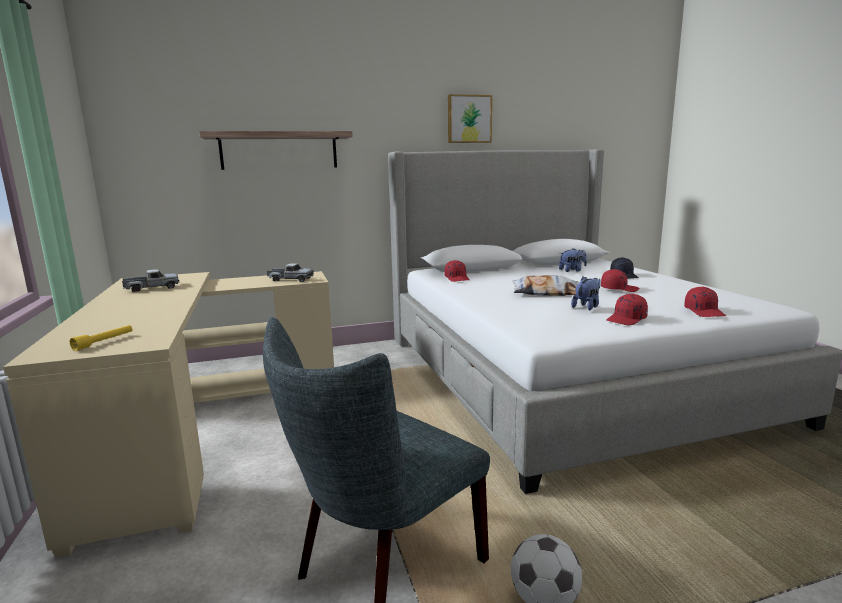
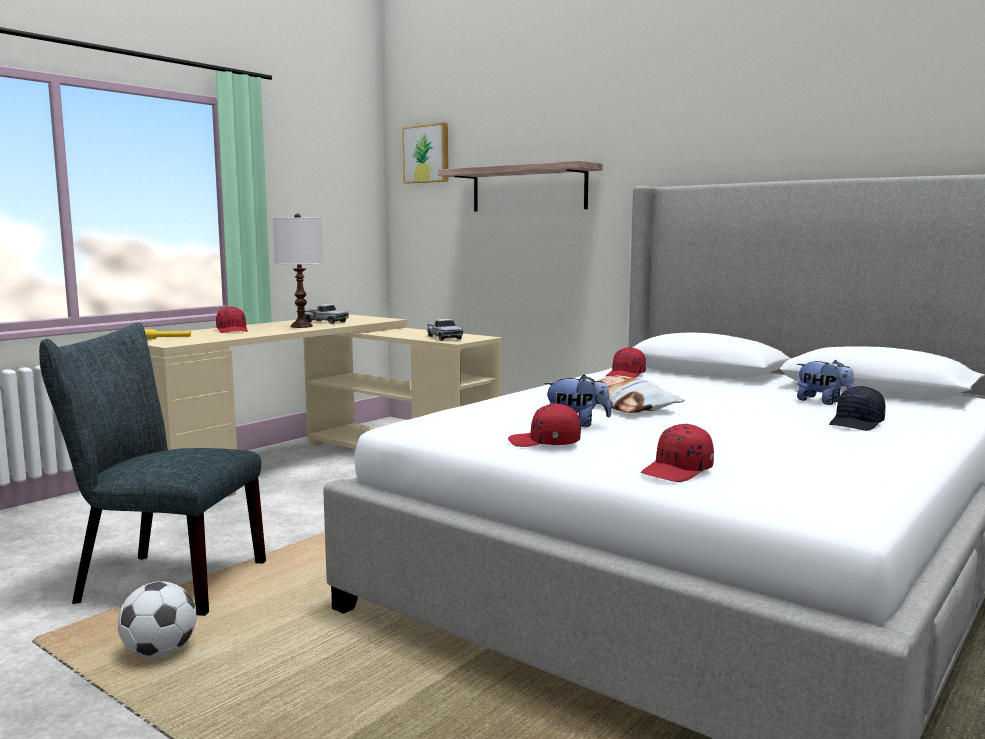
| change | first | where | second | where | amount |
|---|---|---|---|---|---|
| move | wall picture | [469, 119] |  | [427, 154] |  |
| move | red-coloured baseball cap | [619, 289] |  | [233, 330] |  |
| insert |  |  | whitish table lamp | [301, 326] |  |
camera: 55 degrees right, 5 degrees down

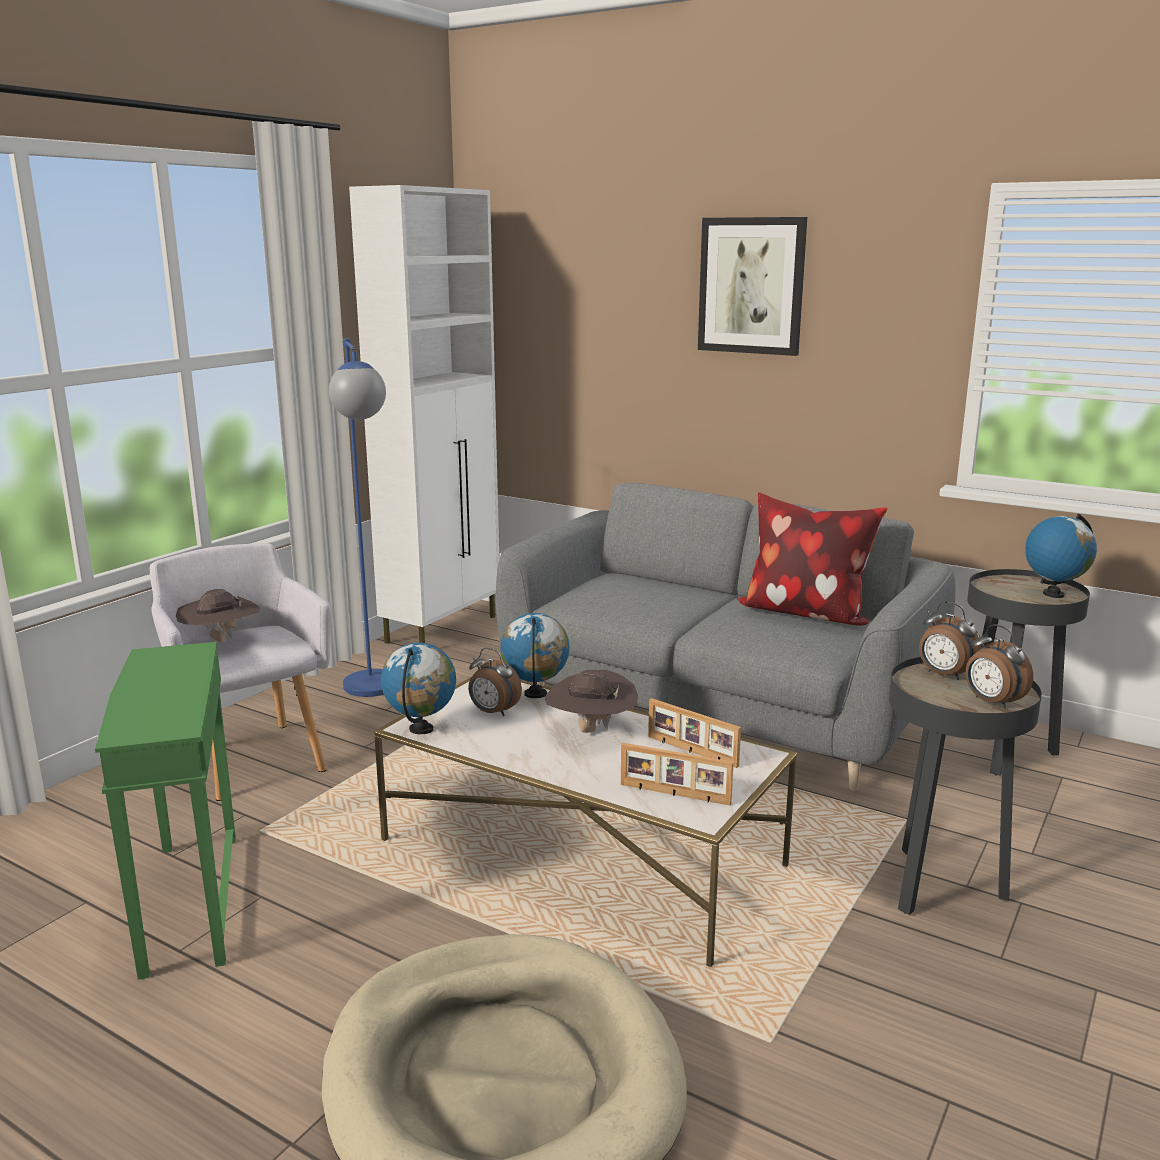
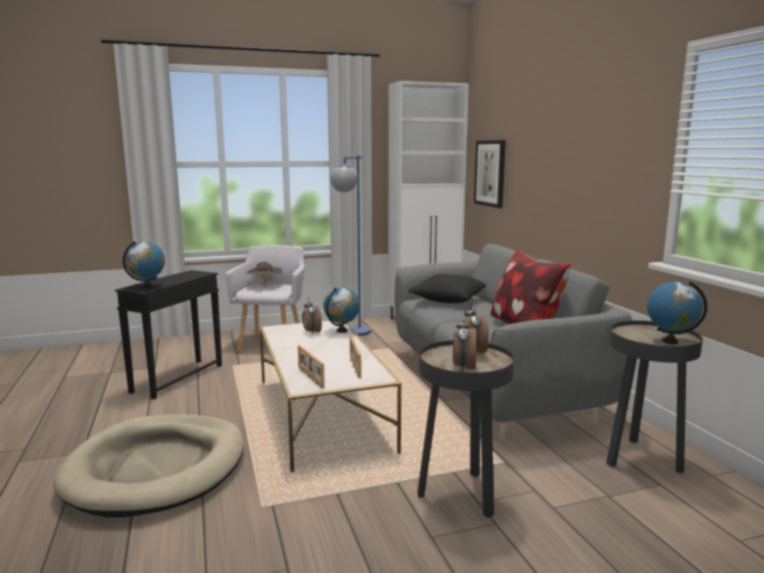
| change | first | where | second | where | amount |
|---|---|---|---|---|---|
| move | wall picture | [751, 286] |  | [490, 173] |  |
| recolor | green accent table | [190, 902] | black accent table | [177, 378] |  |
| move | desk globe | [421, 729] |  | [147, 287] |  |
| delete | brown-coloured clothing hat | [591, 731] |  |  |  |
| insert |  |  | black cushion | [449, 299] |  |
camera: 40 degrees right, 5 degrees down

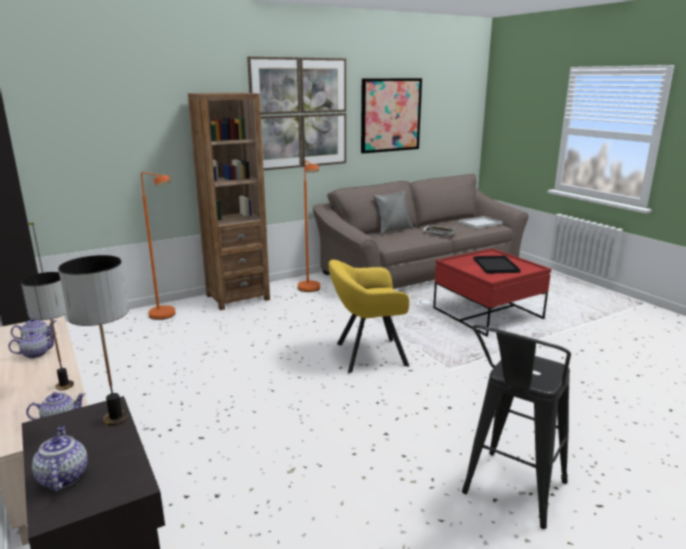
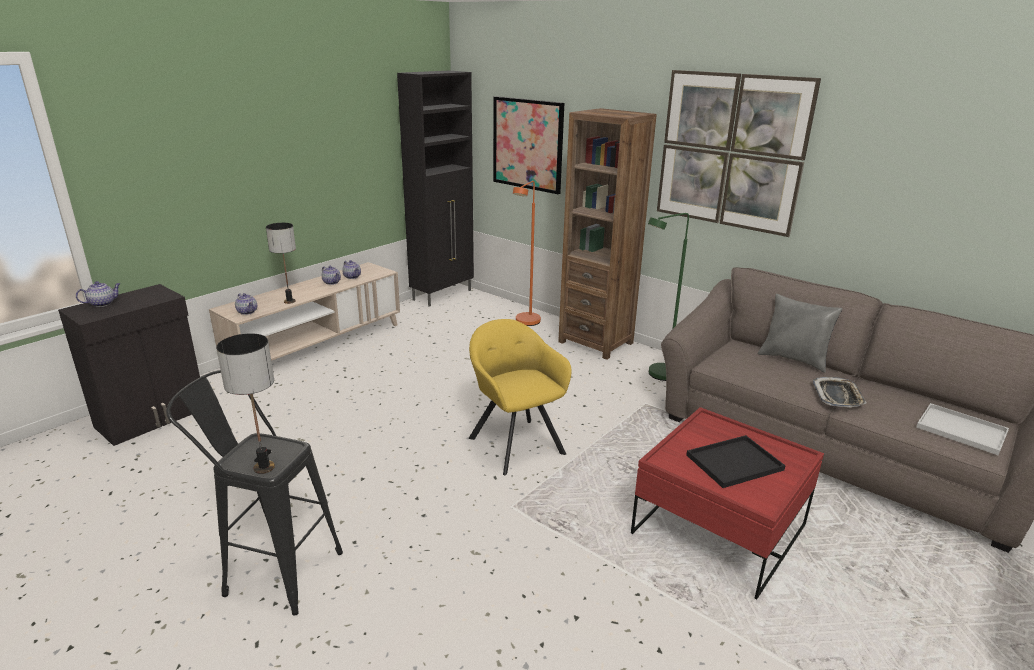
| change | first | where | second | where | amount |
|---|---|---|---|---|---|
| move | wall picture | [390, 115] |  | [527, 144] |  |
| recolor | orange floor lamp | [310, 290] | green floor lamp | [657, 376] |  |
| move | table lamp | [116, 419] |  | [264, 468] |  |
camera: 70 degrees right, 5 degrees up

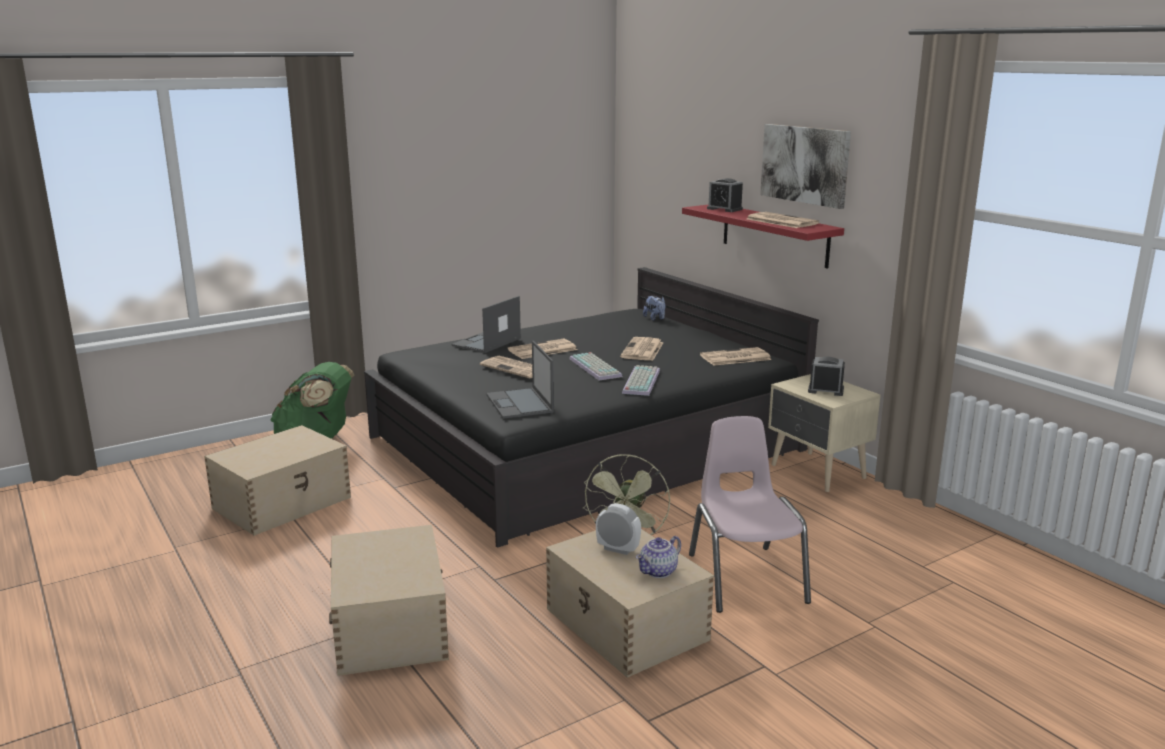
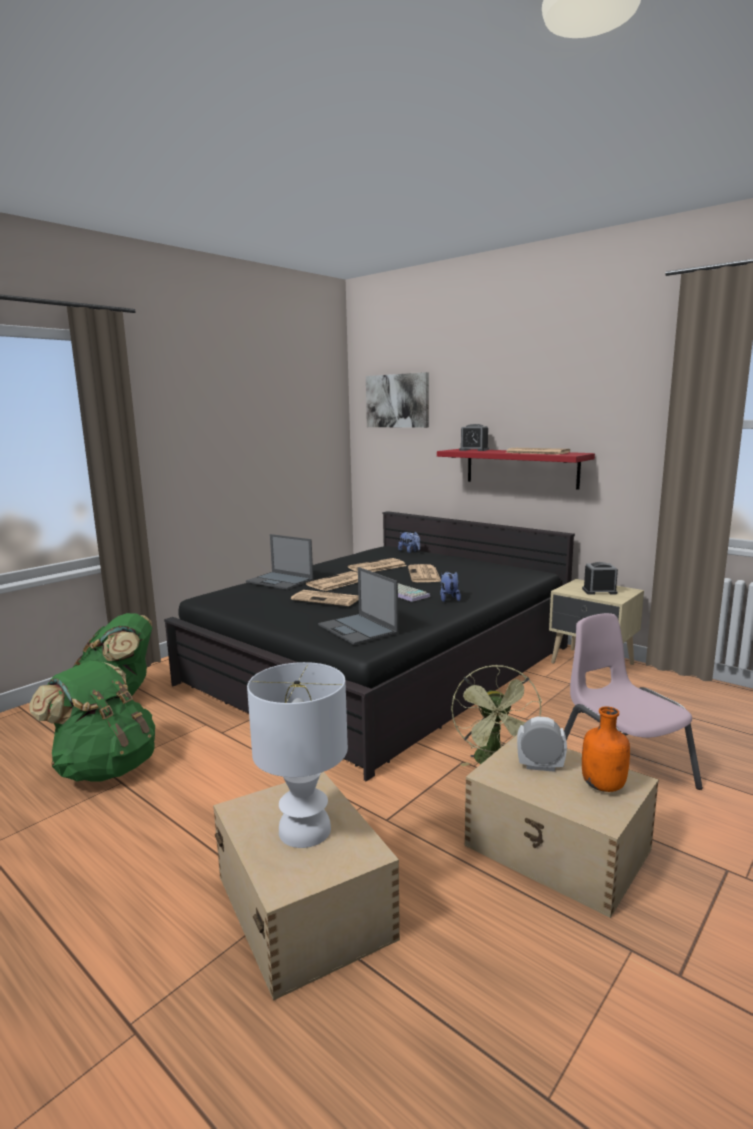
| change | first | where | second | where | amount |
|---|---|---|---|---|---|
| move | wall picture | [805, 164] |  | [397, 401] |  |
| rotate | portable computer | [486, 342] |  | [280, 581] | 75 degrees counterclockwise |
| move | printed paper | [734, 358] |  | [376, 567] |  |
| replace | keyboard | [640, 381] | soft toy | [449, 598] |  |
| replace | beige-coloured storage container | [283, 502] | green knapsack | [106, 768] |  |
| replace | tea pot | [658, 572] | orange drink bottle | [604, 786] |  |
| insert |  |  | whitish table lamp | [305, 831] |  |
camera: 15 degrees left, 5 degrees down

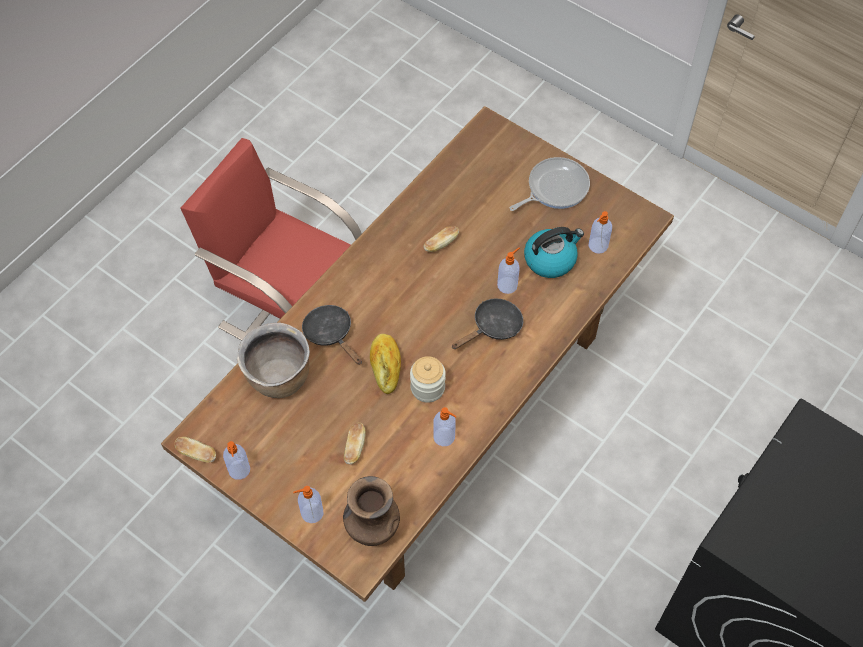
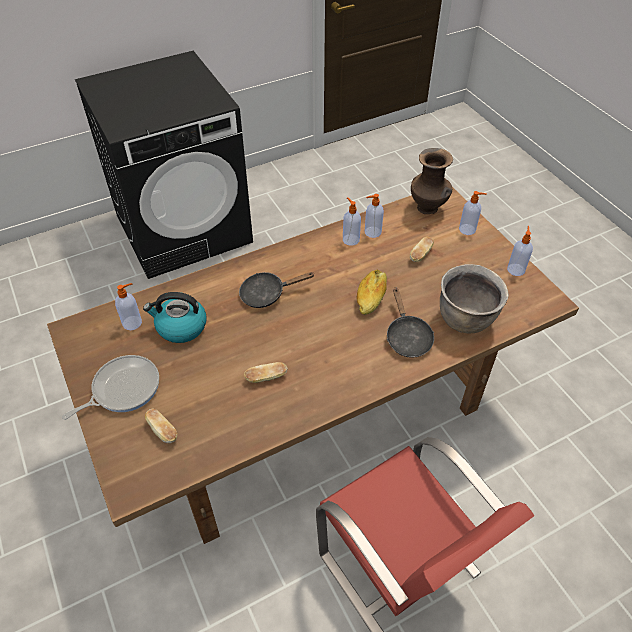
| change | first | where | second | where | amount |
|---|---|---|---|---|---|
| rotate | pan | [554, 188] |  | [122, 389] | 150 degrees clockwise |
| move | soap bottle | [508, 285] |  | [372, 232] |  |
| delete | storage jar | [427, 387] |  |  |  |
| move | bread | [197, 454] |  | [163, 430] |  |
camera: 155 degrees left, 10 degrees down

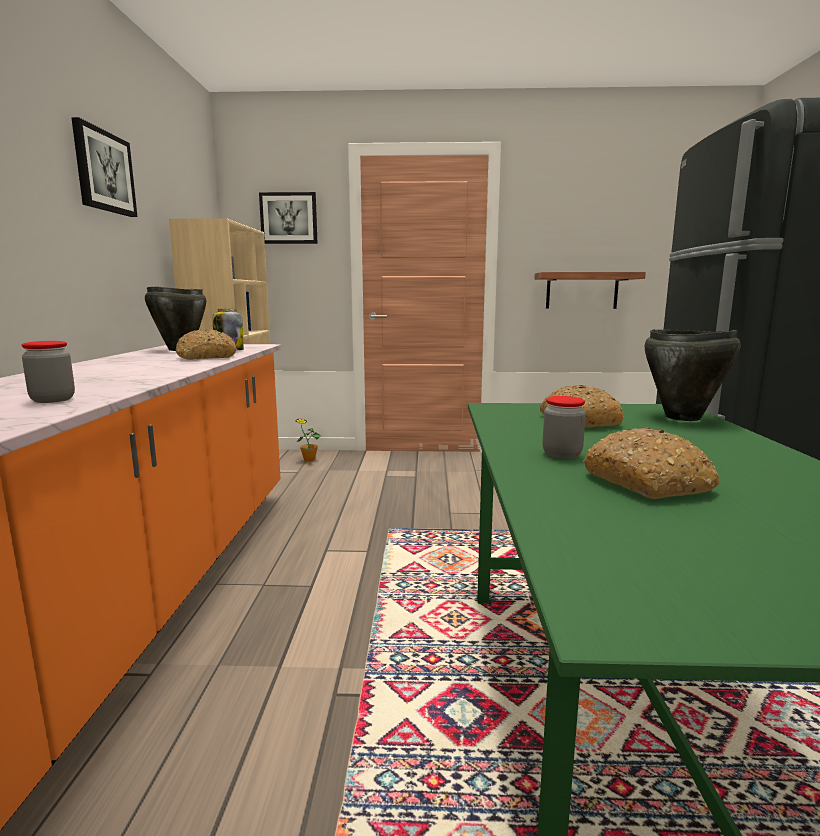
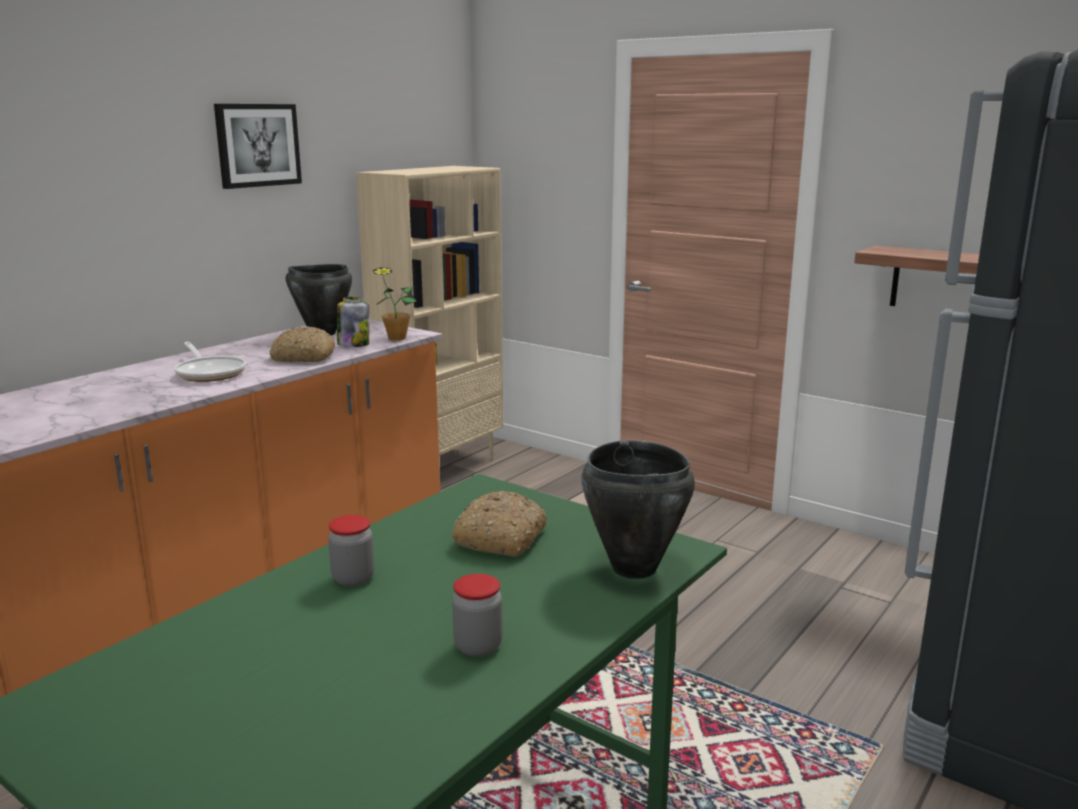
| change | first | where | second | where | amount |
|---|---|---|---|---|---|
| delete | wall picture | [289, 218] |  |  |  |
| move | storage jar | [53, 400] |  | [478, 646] |  |
| move | houseplant | [309, 460] |  | [396, 338] |  |
| delete | bread | [648, 482] |  |  |  |
| insert |  |  | pan | [209, 373] |  |
camera: 35 degrees right, 5 degrees up

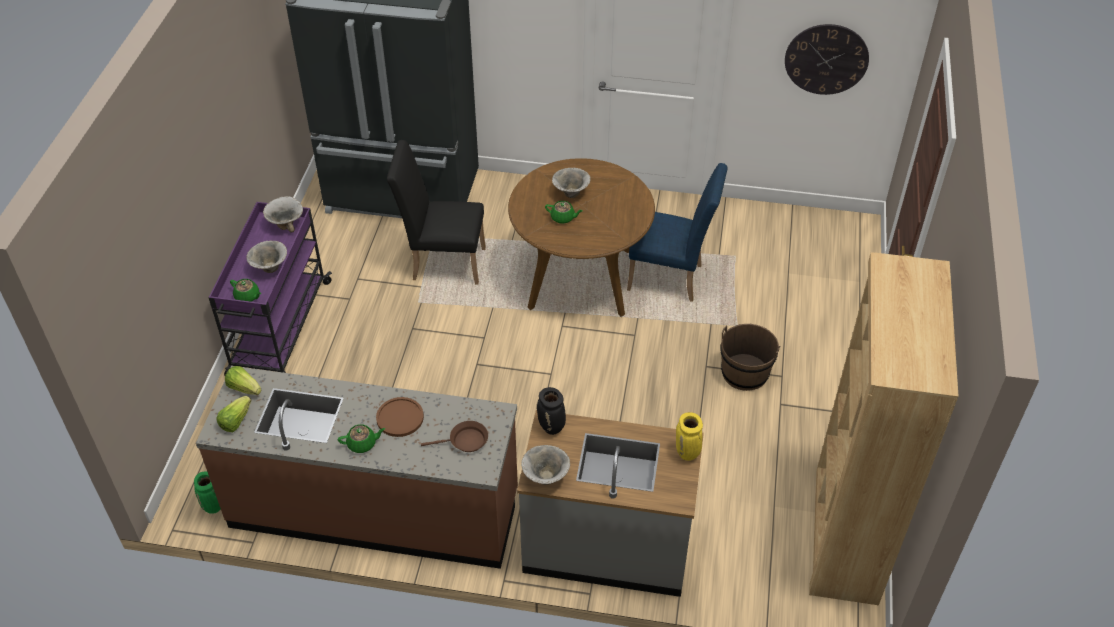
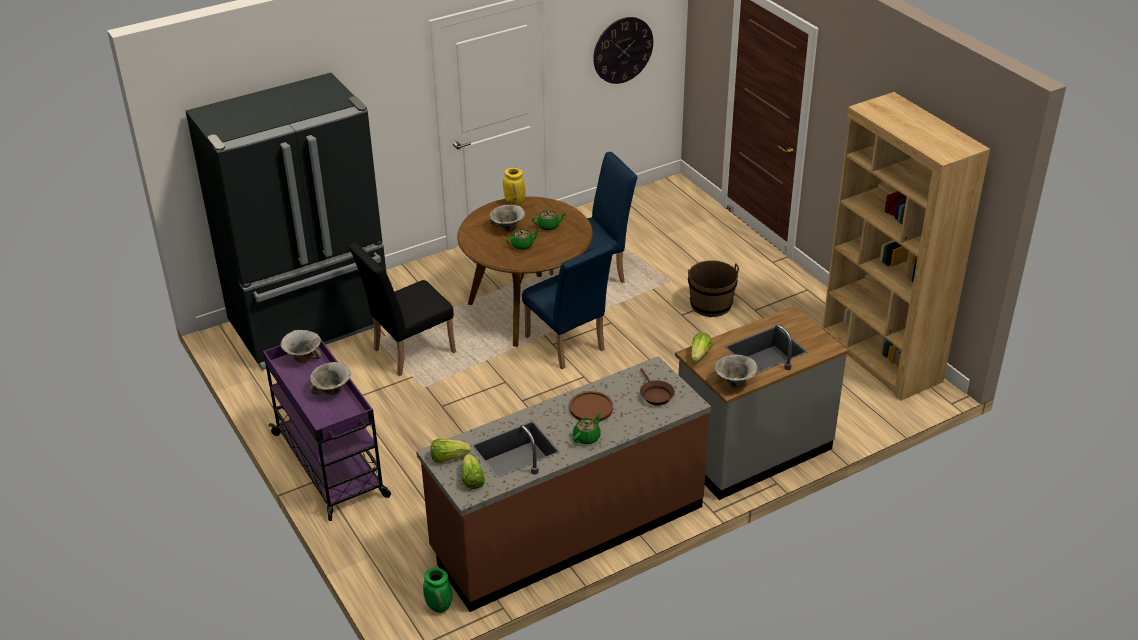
| change | first | where | second | where | amount |
|---|---|---|---|---|---|
| move | green tea pot | [247, 296] |  | [549, 226] |  |
| replace | black decorative vase | [552, 428] | head of lettuce | [699, 355] |  |
| move | yellow decorative vase | [687, 453] |  | [515, 203] |  |
| rotate | brown-coloured pan | [465, 441] |  | [655, 395] | 120 degrees clockwise |
| insert |  |  | blue-coloured plain chair | [567, 347] |  |
camera: 40 degrees left, 10 degrees down

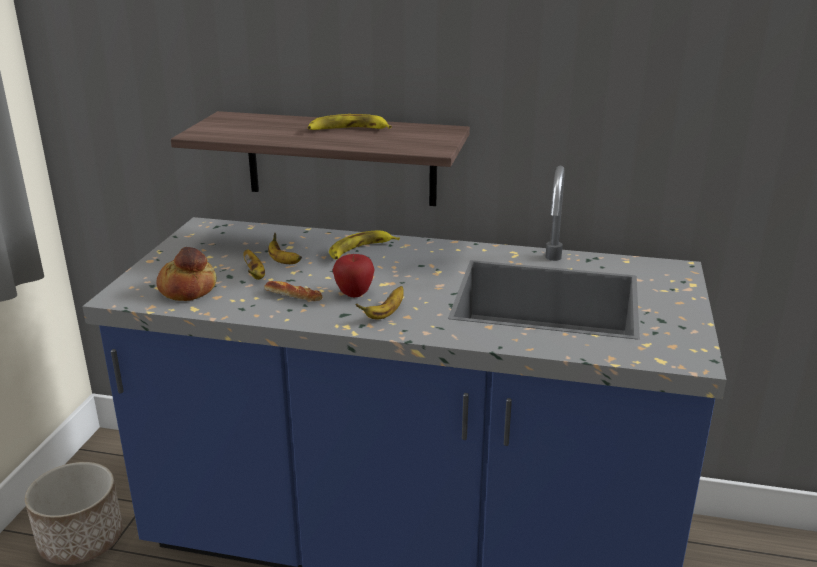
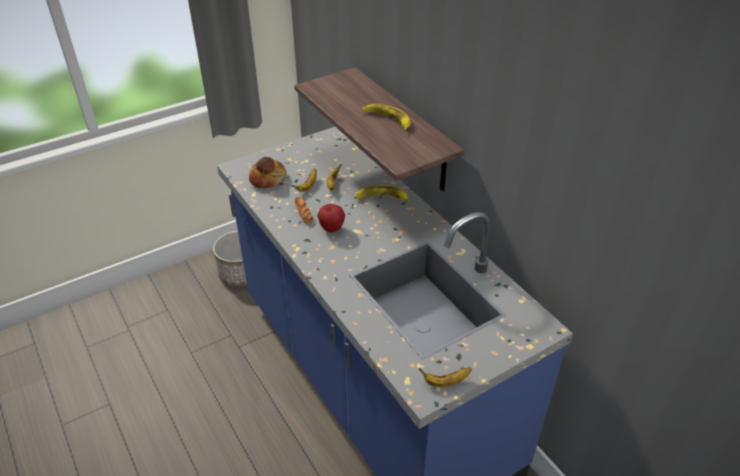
| change | first | where | second | where | amount |
|---|---|---|---|---|---|
| move | banana | [385, 314] |  | [445, 382] |  |
camera: 45 degrees right, 15 degrees up

